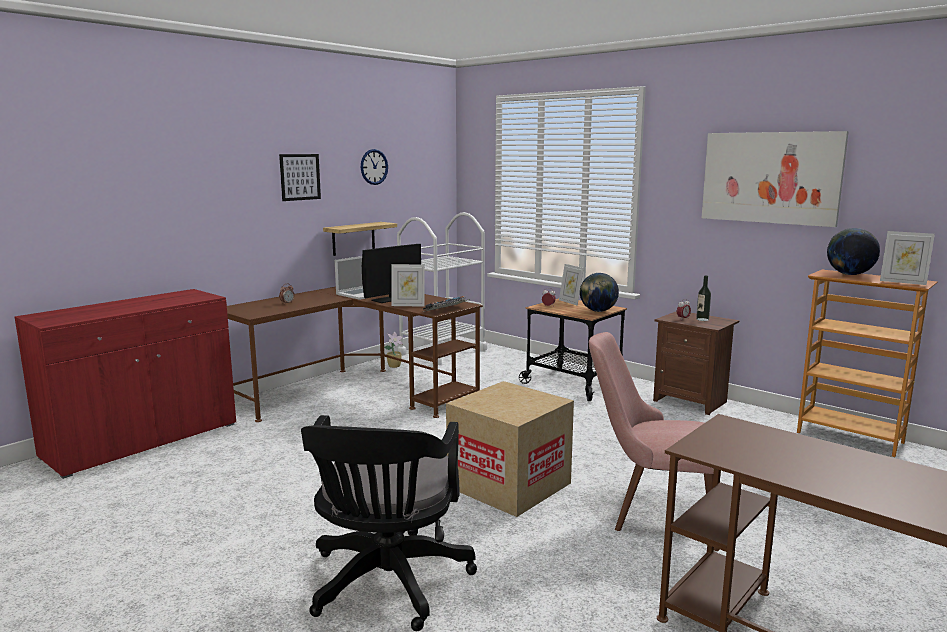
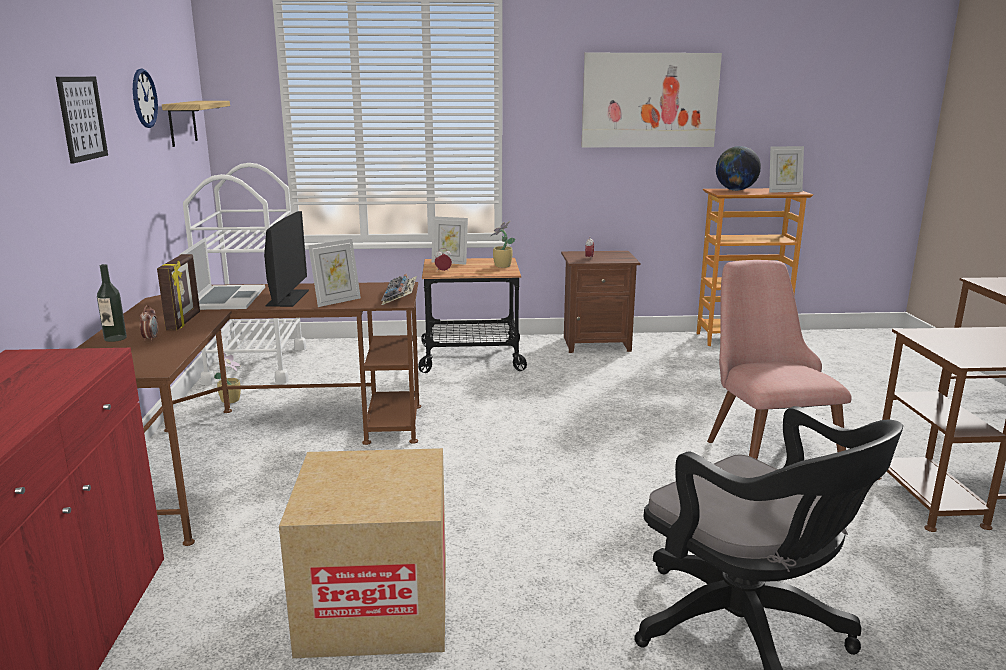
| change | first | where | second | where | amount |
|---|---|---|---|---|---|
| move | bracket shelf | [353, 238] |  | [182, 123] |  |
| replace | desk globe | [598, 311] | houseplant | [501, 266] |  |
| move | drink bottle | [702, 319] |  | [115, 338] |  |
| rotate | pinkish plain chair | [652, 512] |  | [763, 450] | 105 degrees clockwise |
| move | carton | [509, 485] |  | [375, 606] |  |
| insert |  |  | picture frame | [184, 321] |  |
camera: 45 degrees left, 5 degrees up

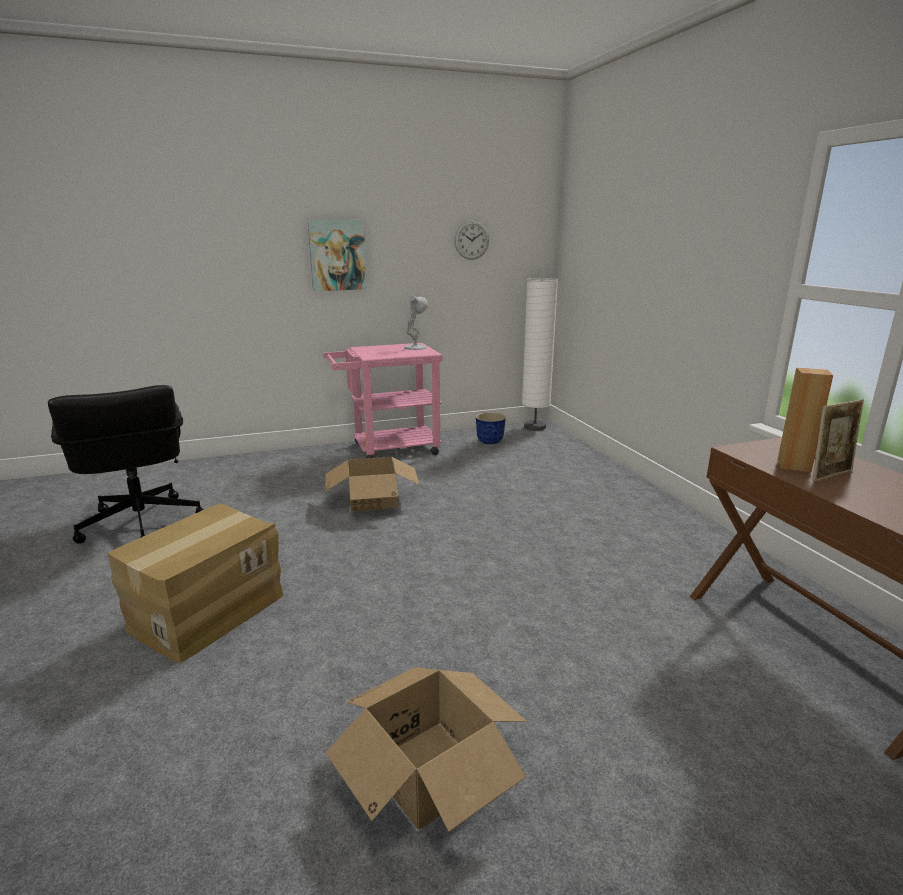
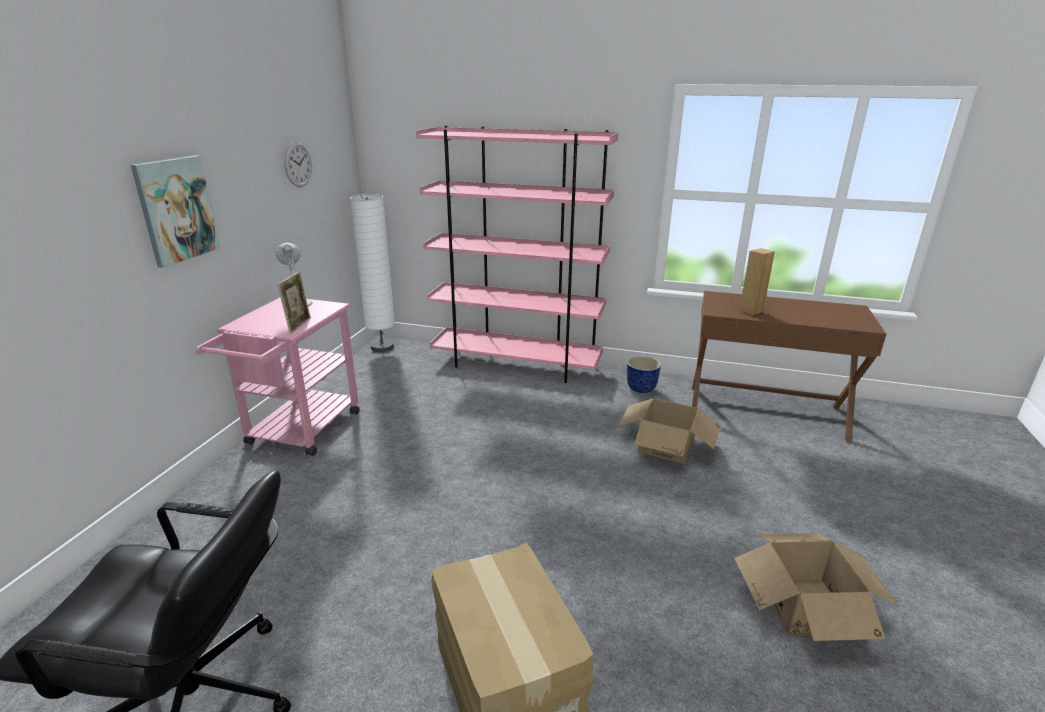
| change | first | where | second | where | amount |
|---|---|---|---|---|---|
| move | picture frame | [830, 475] |  | [298, 325] |  |
| move | flower pot | [490, 441] |  | [641, 388] |  |
| move | carton | [373, 500] |  | [666, 446] |  |
| insert |  |  | pinkish bookshelf | [516, 365] |  |
camera: 55 degrees left, 5 degrees up

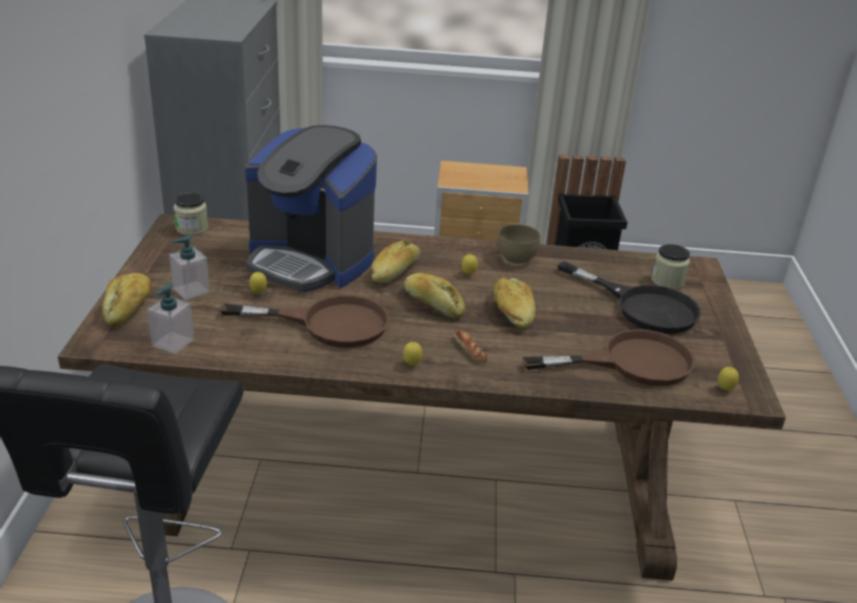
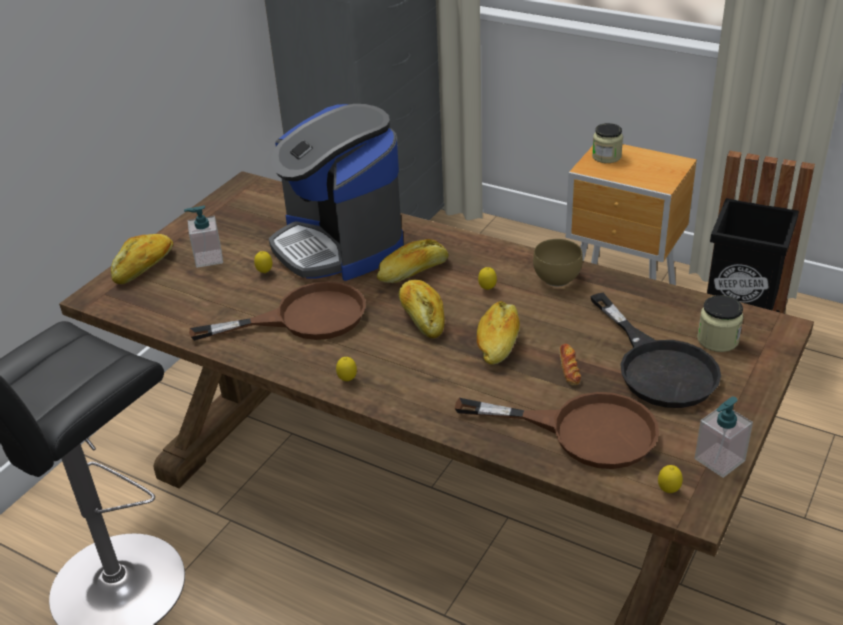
| change | first | where | second | where | amount |
|---|---|---|---|---|---|
| move | storage jar | [192, 228] |  | [606, 156] |  |
| move | soap bottle | [173, 343] |  | [719, 460] |  |
| rotate | brown-coloured pan | [329, 323] |  | [304, 318] | 45 degrees counterclockwise |
| move | bread | [470, 350] |  | [569, 368] |  |
camera: 30 degrees right, 5 degrees up

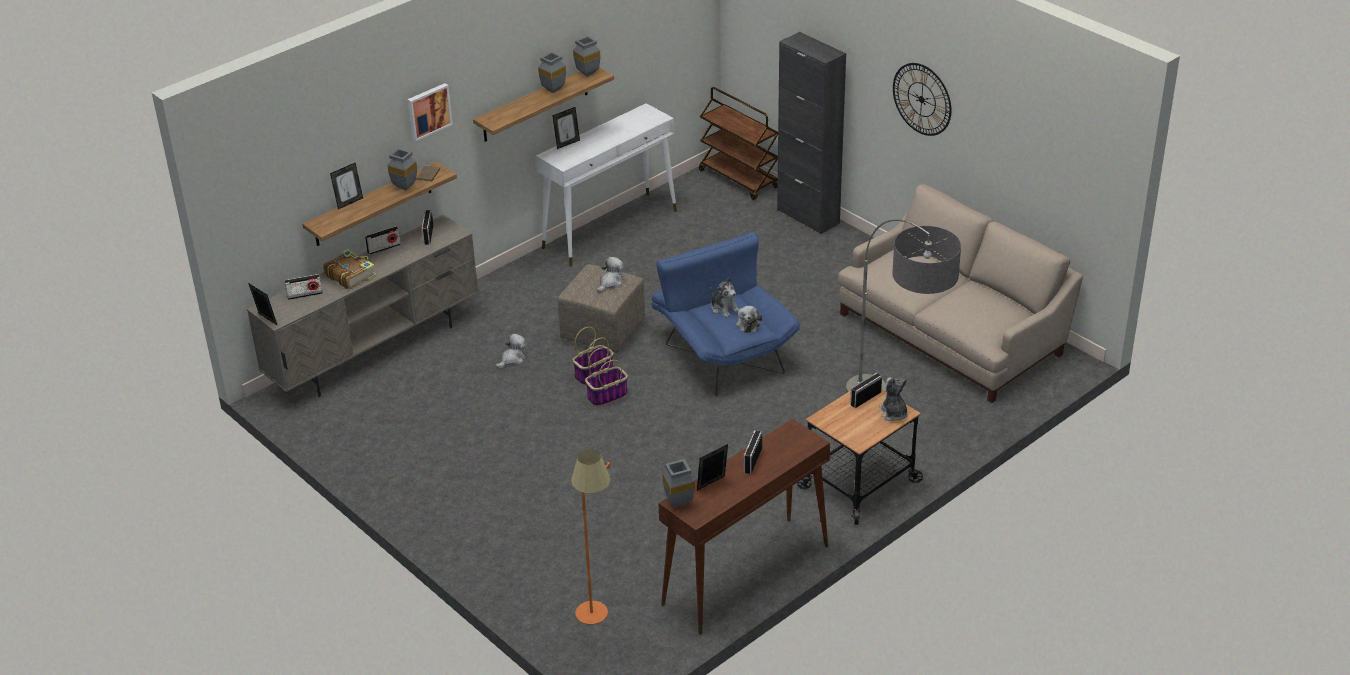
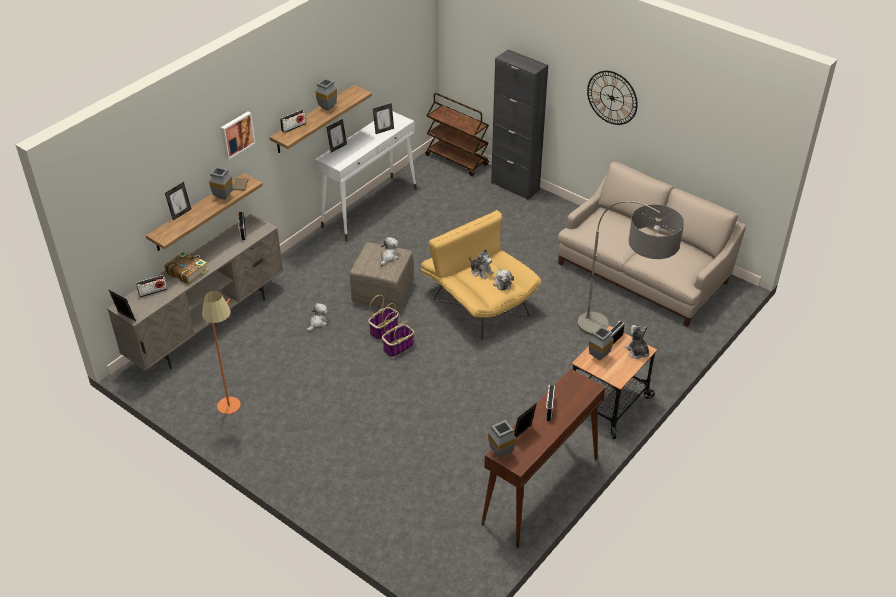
| change | first | where | second | where | amount |
|---|---|---|---|---|---|
| move | greyish decorative vase | [588, 73] |  | [599, 356] |  |
| move | radio receiver | [384, 248] |  | [293, 127] |  |
| recolor | blue-coloured armchair | [722, 352] | yellow armchair | [478, 303] |  |
| move | orange floor lamp | [597, 622] |  | [233, 412] |  |
| insert |  |  | picture frame | [384, 130] |  |
camera: 10 degrees left, 5 degrees up

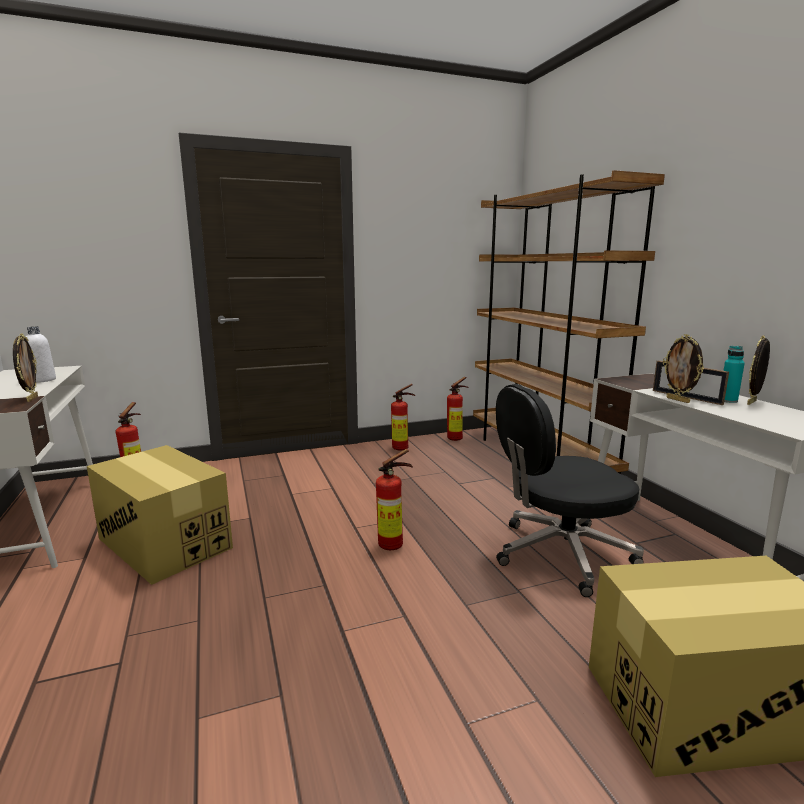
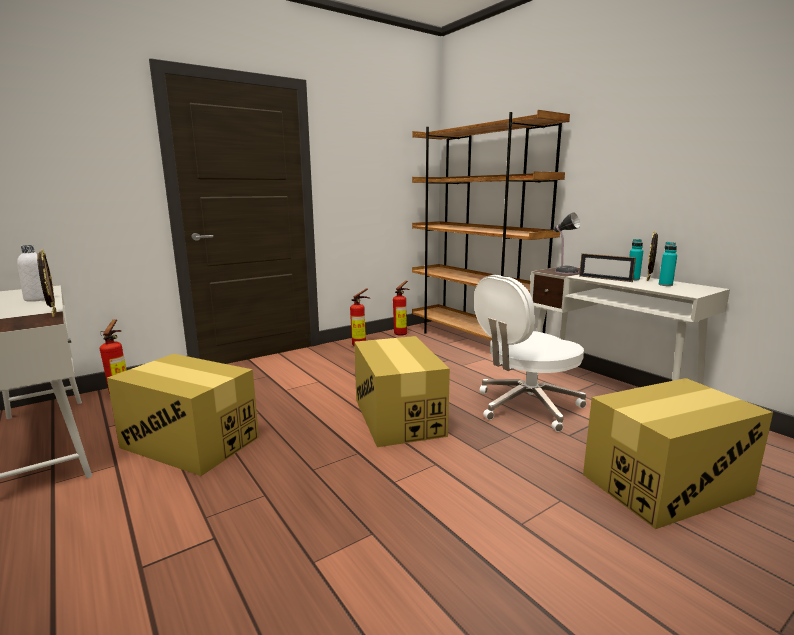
| change | first | where | second | where | amount |
|---|---|---|---|---|---|
| delete | picture frame | [678, 400] |  |  |  |
| recolor | black desk chair | [560, 554] | whitish desk chair | [526, 406] |  |
| replace | fire extinguisher | [394, 545] | carton | [398, 417] |  |
| insert |  |  | table lamp | [565, 272] |  |
| insert |  |  | turquoise-coloured drink bottle | [665, 285] |  |
camera: 15 degrees left, 0 degrees up

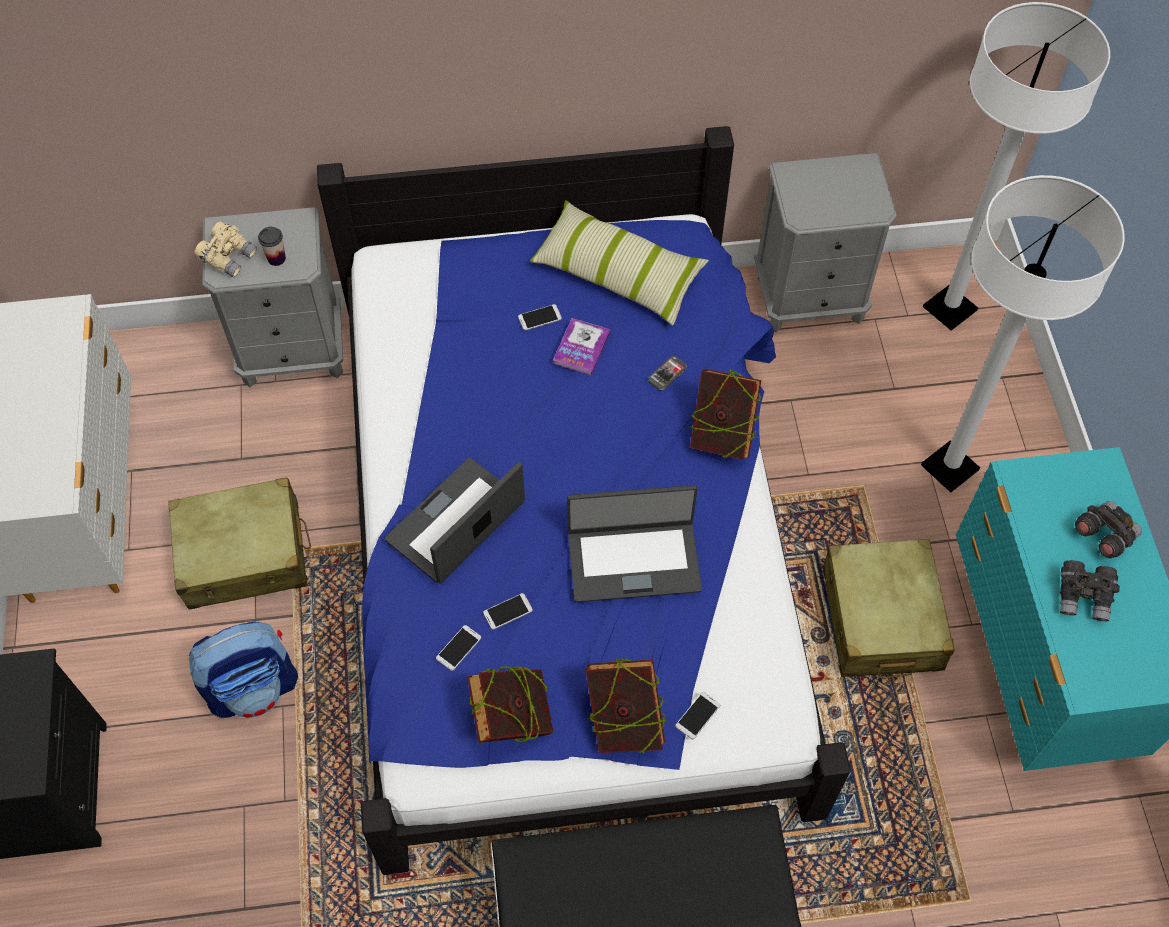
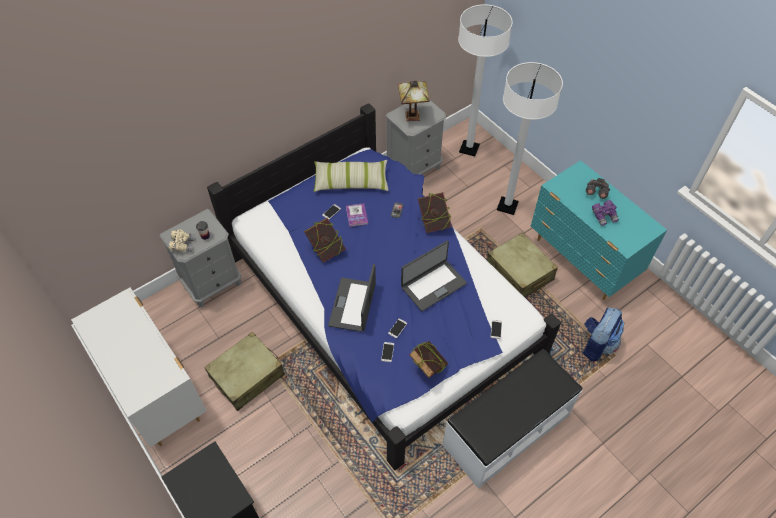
| change | first | where | second | where | amount |
|---|---|---|---|---|---|
| recolor | greyish binoculars | [1083, 596] | purple-coloured binoculars | [604, 216] |  |
| move | knapsack | [254, 687] |  | [596, 344] |  |
| move | book | [624, 722] |  | [326, 250] |  |
| insert |  |  | table lamp | [413, 117] |  |
camera: 30 degrees left, 5 degrees down

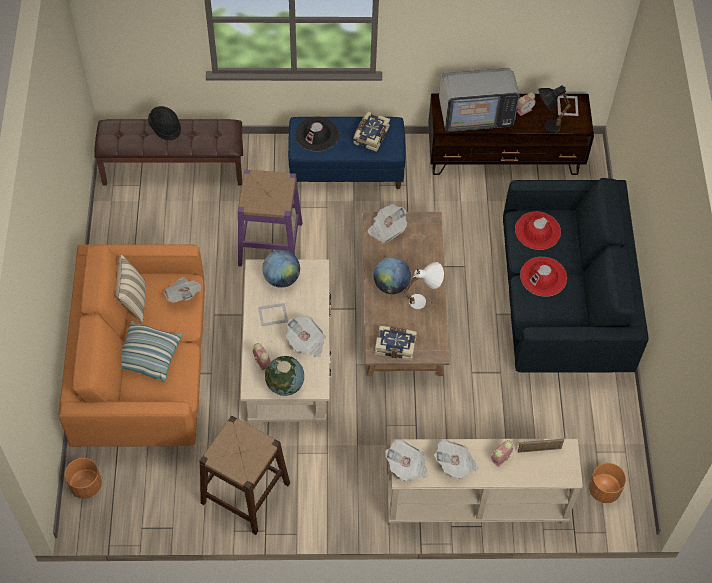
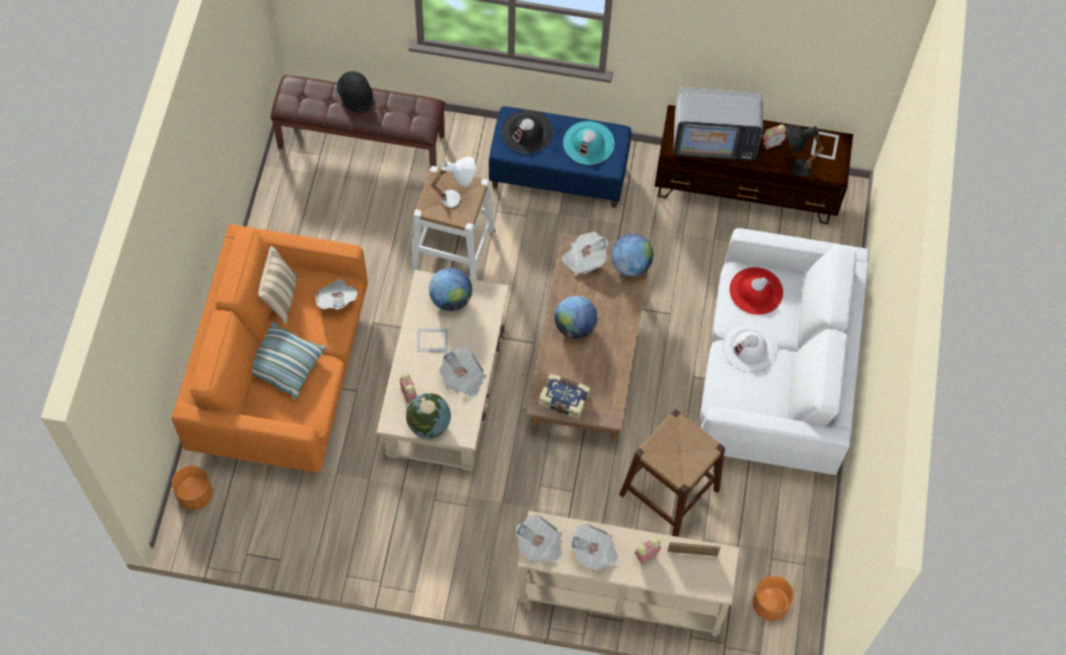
| change | first | where | second | where | amount |
|---|---|---|---|---|---|
| replace | book | [370, 135] | turquoise-coloured clothing hat | [588, 143] |  |
| recolor | purple-coloured stool seat | [270, 244] | whitish stool seat | [453, 249] |  |
| recolor | blue-coloured sofa | [562, 302] | whitish sofa | [773, 376] |  |
| recolor | red-coloured clothing hat | [543, 276] | whitish clothing hat | [750, 347] |  |
| move | whitish table lamp | [424, 301] |  | [458, 199] |  |
| move | brown-coloured stool seat | [245, 493] |  | [669, 492] |  |
| insert |  |  | desk globe | [630, 265] |  |
camera: 10 degrees right, 5 degrees up

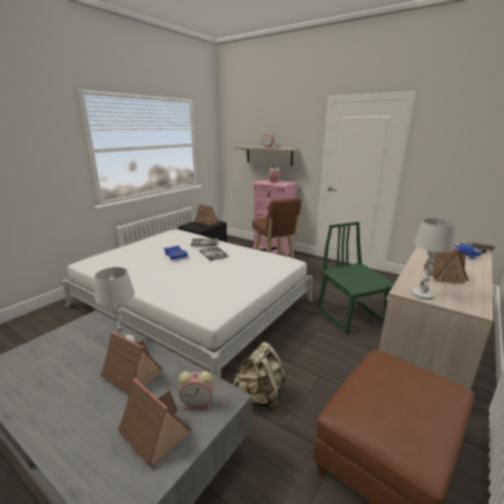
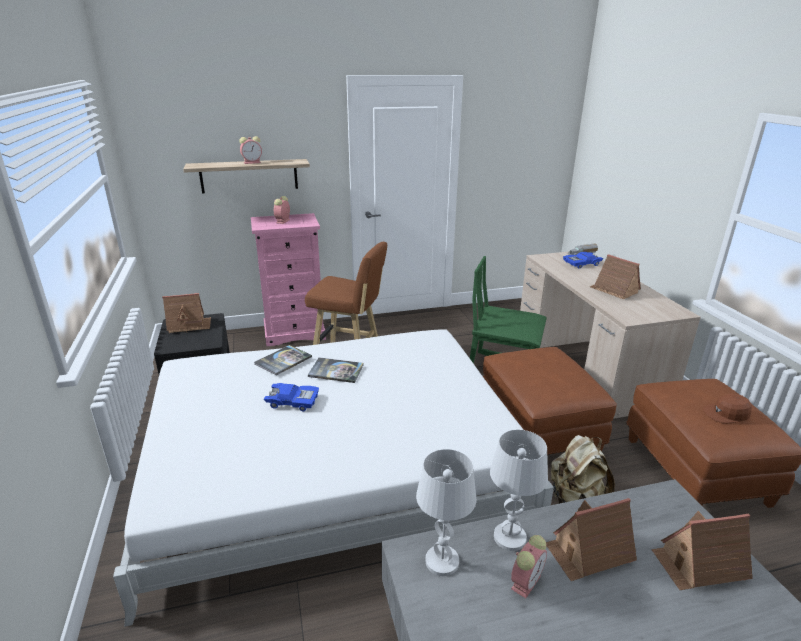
| change | first | where | second | where | amount |
|---|---|---|---|---|---|
| move | whitish table lamp | [422, 294] |  | [442, 561] |  |
| move | alarm clock | [198, 403] |  | [526, 581] |  |
| insert |  |  | brown-coloured footrest | [536, 430] |  |
| insert |  |  | brown-coloured baseball cap | [726, 414] |  |
camera: 50 degrees left, 5 degrees up

